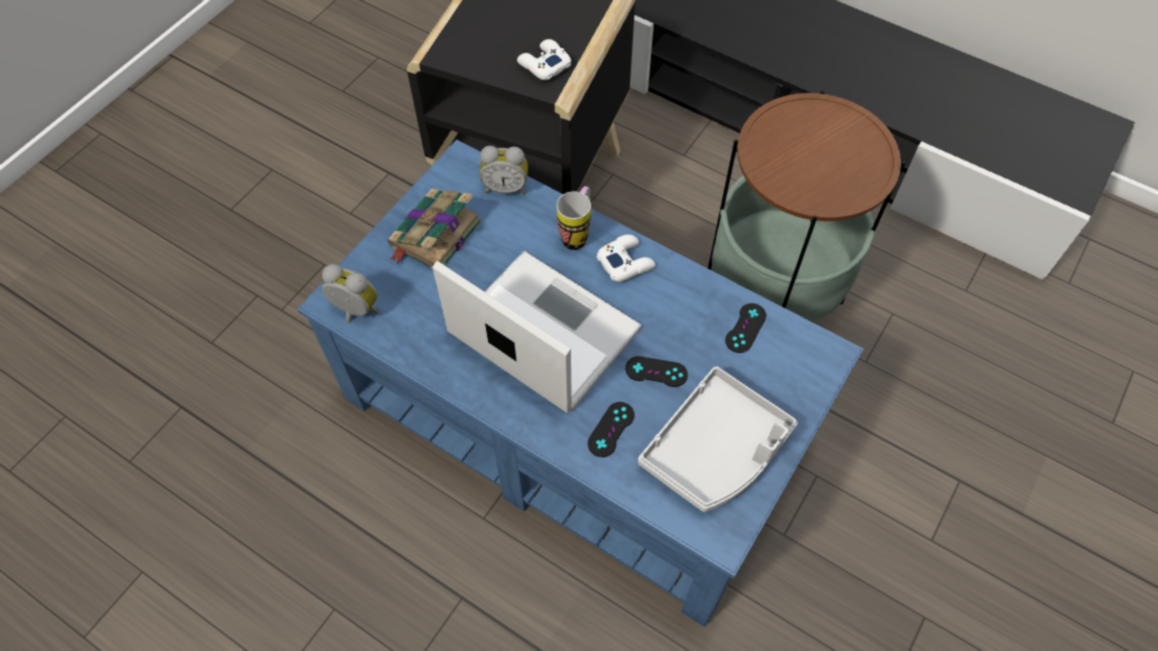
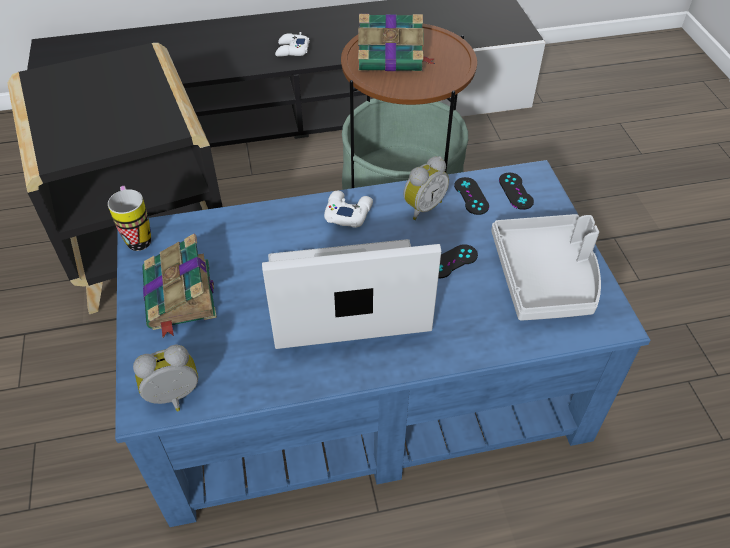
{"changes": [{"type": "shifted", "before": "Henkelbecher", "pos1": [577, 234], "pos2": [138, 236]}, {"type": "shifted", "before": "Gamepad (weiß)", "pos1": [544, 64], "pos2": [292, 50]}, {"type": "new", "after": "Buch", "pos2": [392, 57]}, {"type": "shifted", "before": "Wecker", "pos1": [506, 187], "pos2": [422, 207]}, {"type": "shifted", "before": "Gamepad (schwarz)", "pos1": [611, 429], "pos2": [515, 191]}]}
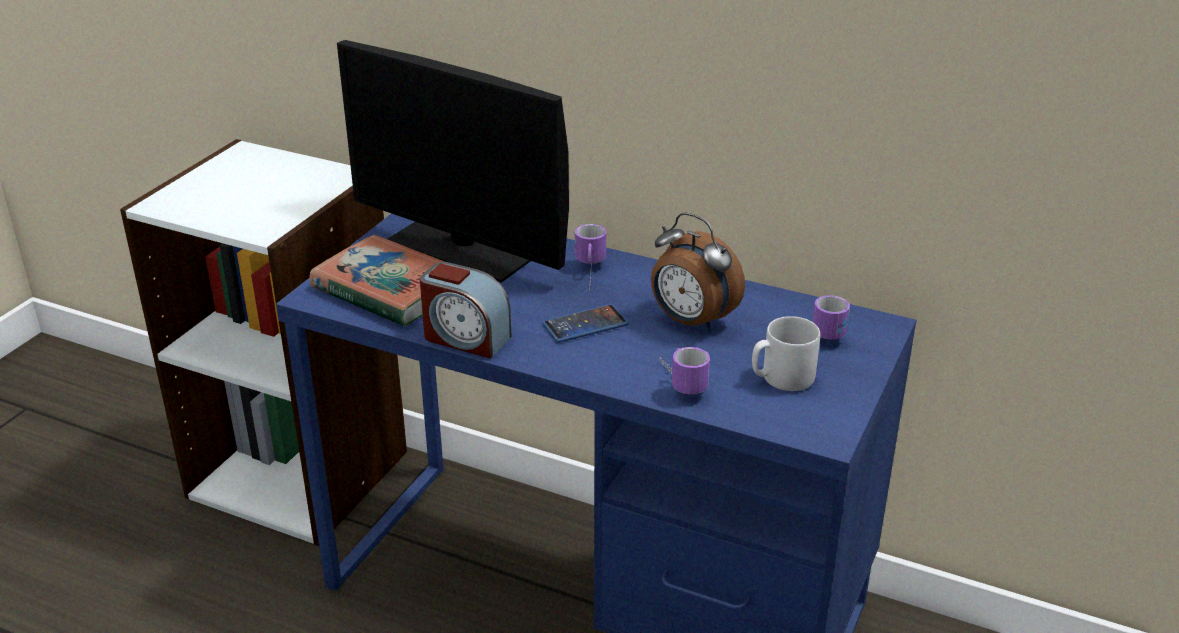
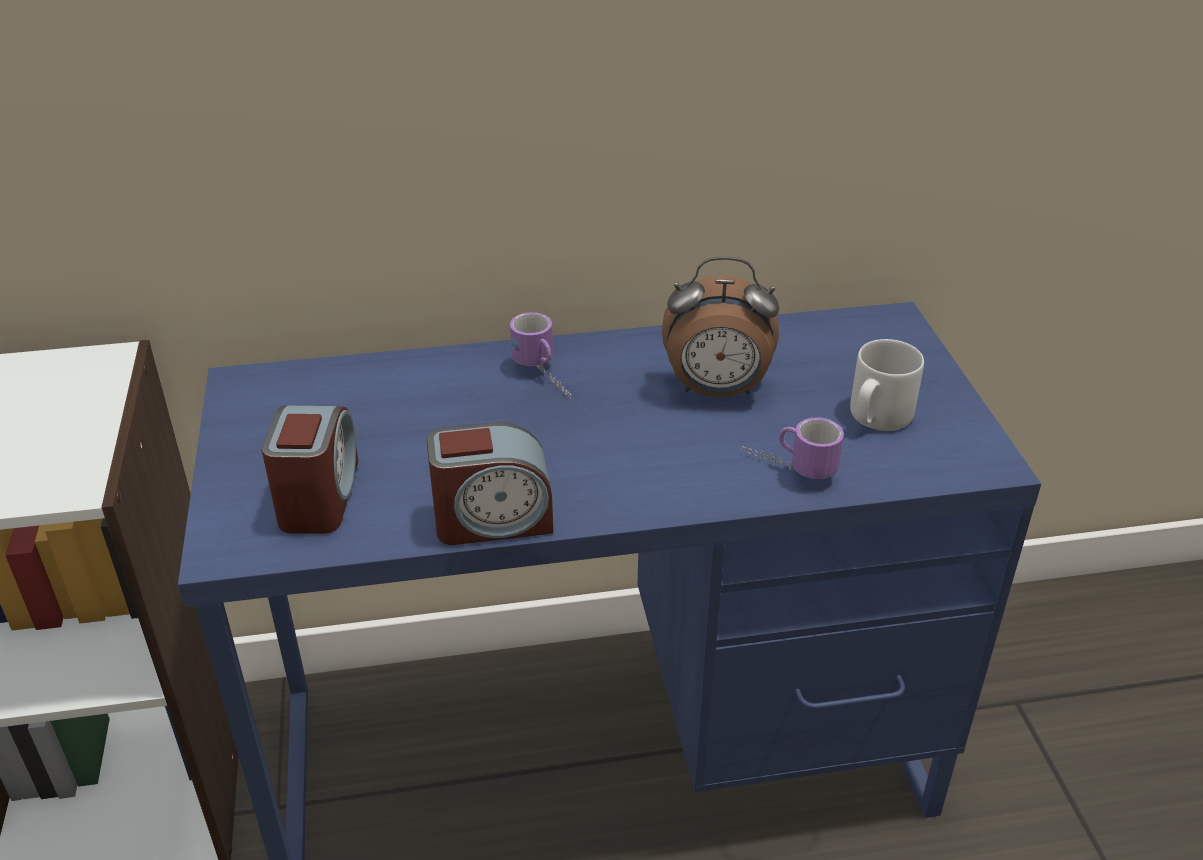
{"changes": [{"type": "swapped", "before": "Buch", "after": "Wecker", "pos1": [388, 289], "pos2": [319, 496]}, {"type": "gone", "before": "Monitor", "pos1": [462, 248]}, {"type": "gone", "before": "Handy", "pos1": [585, 324]}, {"type": "gone", "before": "Henkelbecher", "pos1": [836, 330]}]}
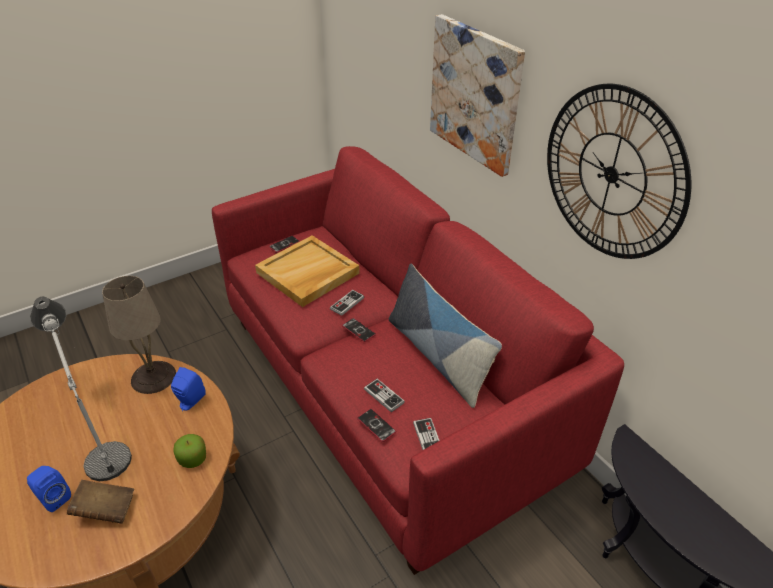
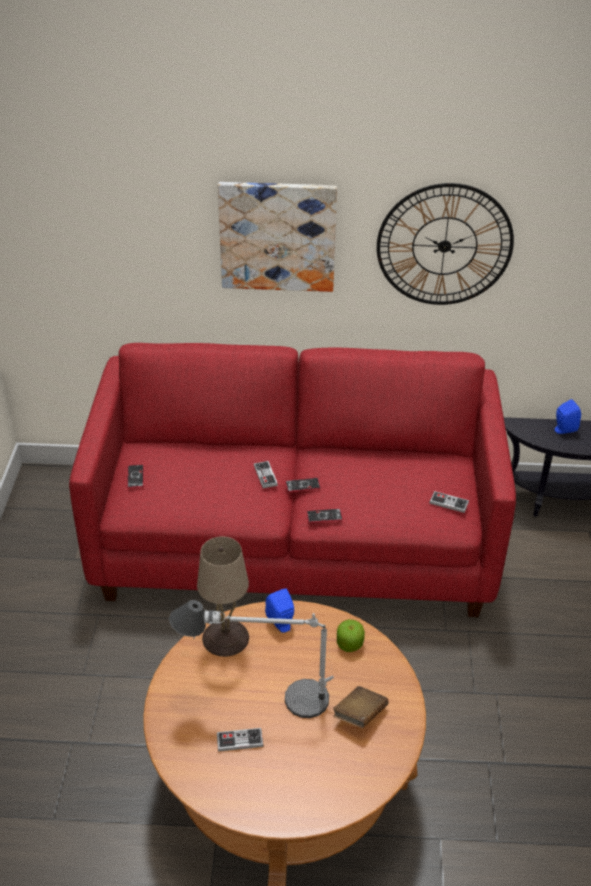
{"changes": [{"type": "shifted", "before": "Gamepad", "pos1": [384, 396], "pos2": [239, 740]}, {"type": "shifted", "before": "Handy", "pos1": [376, 425], "pos2": [324, 516]}, {"type": "shifted", "before": "Lautsprecher (blau)", "pos1": [53, 498], "pos2": [563, 429]}, {"type": "gone", "before": "Tablett (beige)", "pos1": [307, 273]}, {"type": "gone", "before": "Kissen", "pos1": [438, 356]}]}
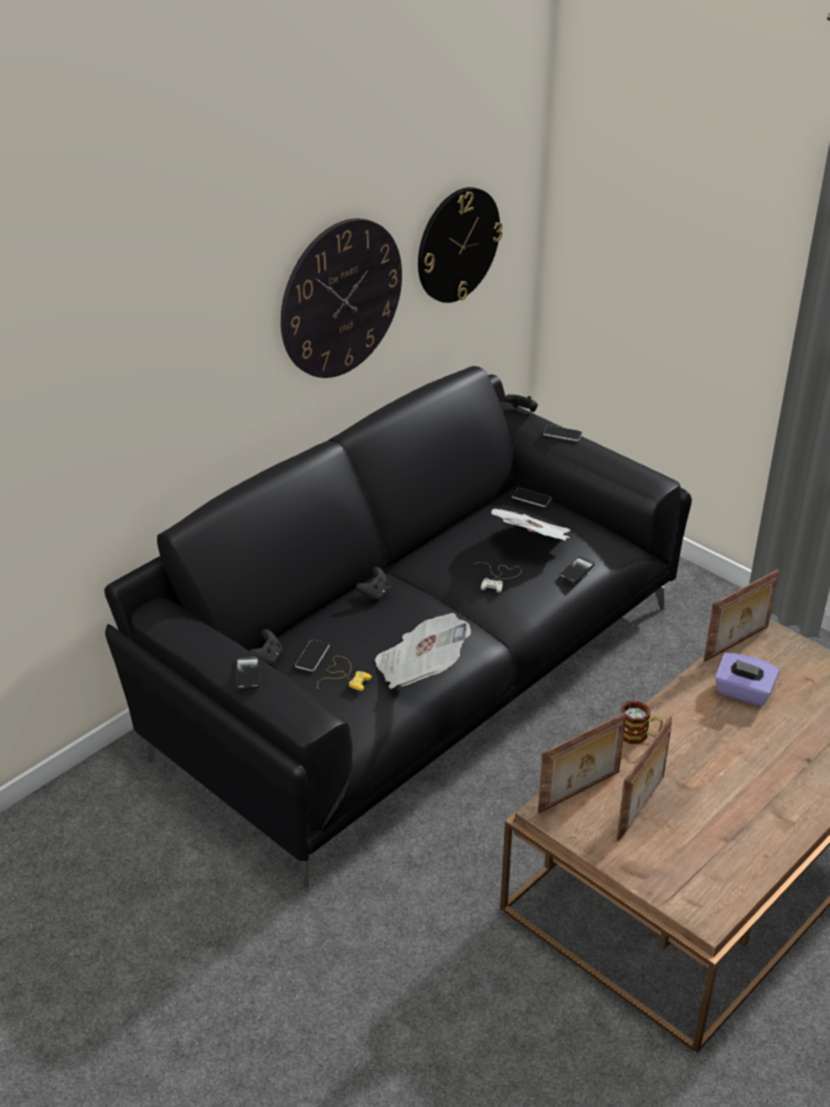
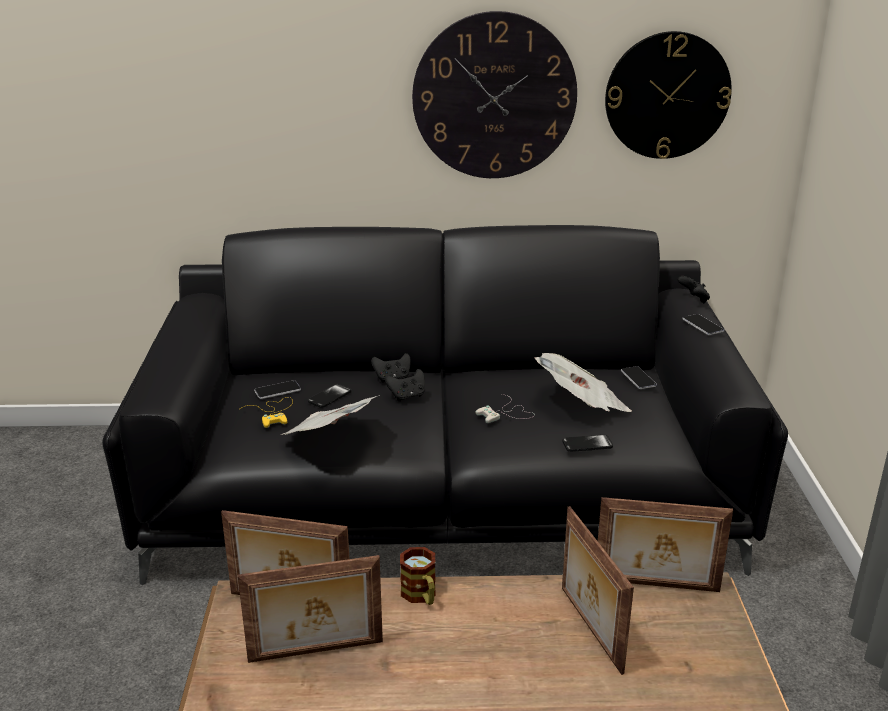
{"changes": [{"type": "shifted", "before": "Handy", "pos1": [248, 674], "pos2": [329, 397]}, {"type": "shifted", "before": "Gamepad (schwarz)", "pos1": [267, 658], "pos2": [407, 396]}, {"type": "swapped", "before": "Taschentuchbox (lila)", "after": "Bilderrahmen", "pos1": [743, 692], "pos2": [589, 629]}]}
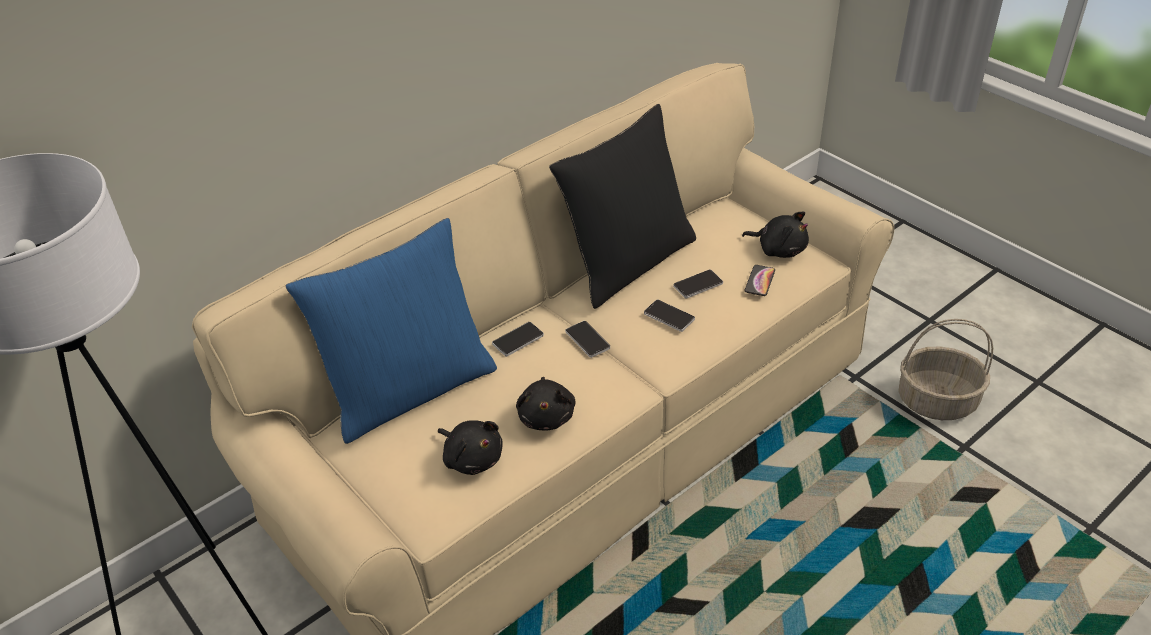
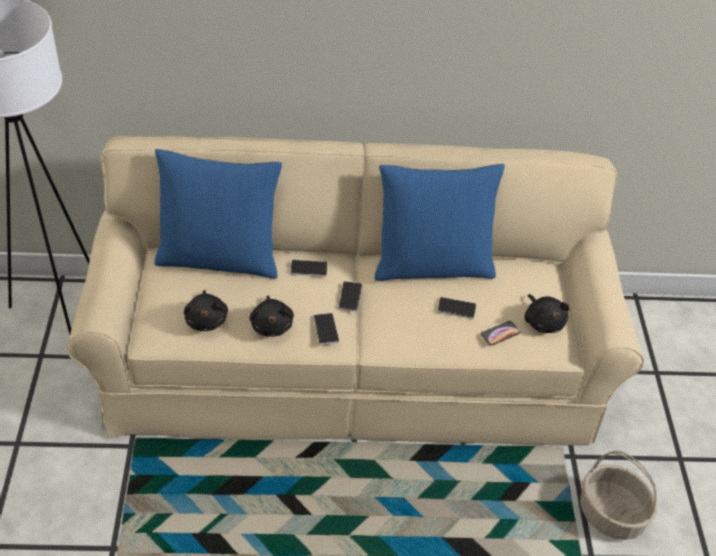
{"changes": [{"type": "rotated", "before": "Plüschtier (schwarz)", "pos1": [546, 416], "pos2": [272, 325], "turn": -45}, {"type": "shifted", "before": "Handy", "pos1": [669, 316], "pos2": [326, 329]}, {"type": "repainted", "before": "Kissen (schwarz)", "after": "Kissen (blau)", "pos1": [628, 262], "pos2": [432, 264]}]}
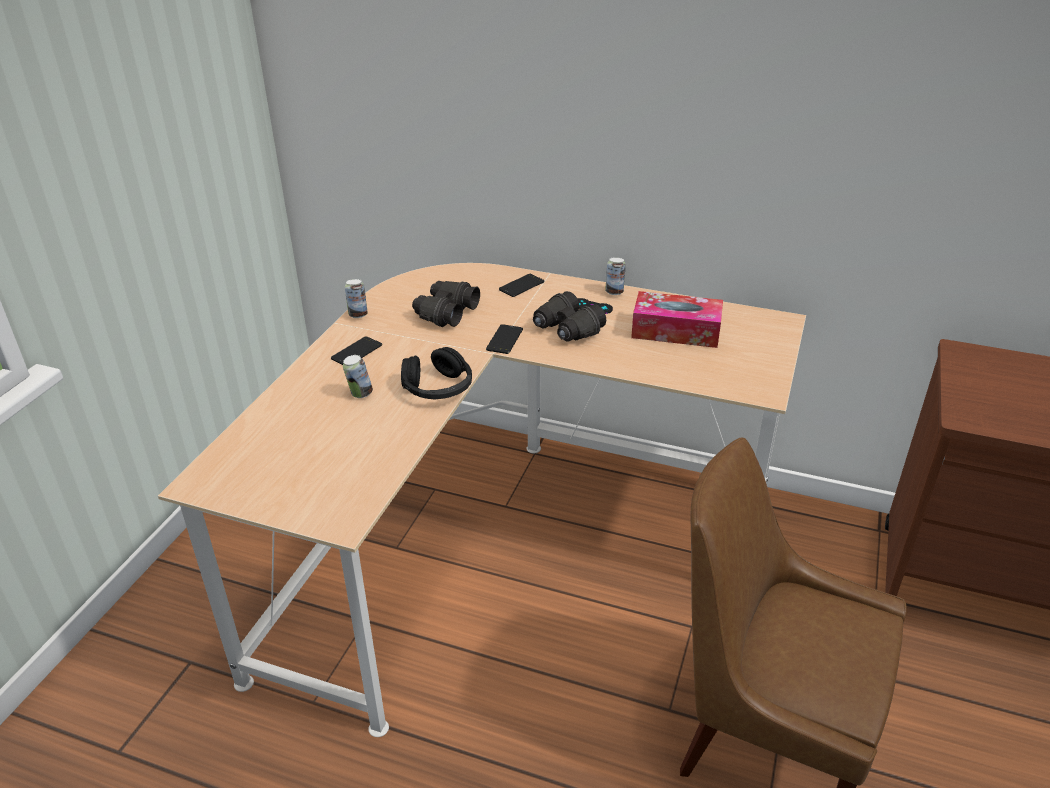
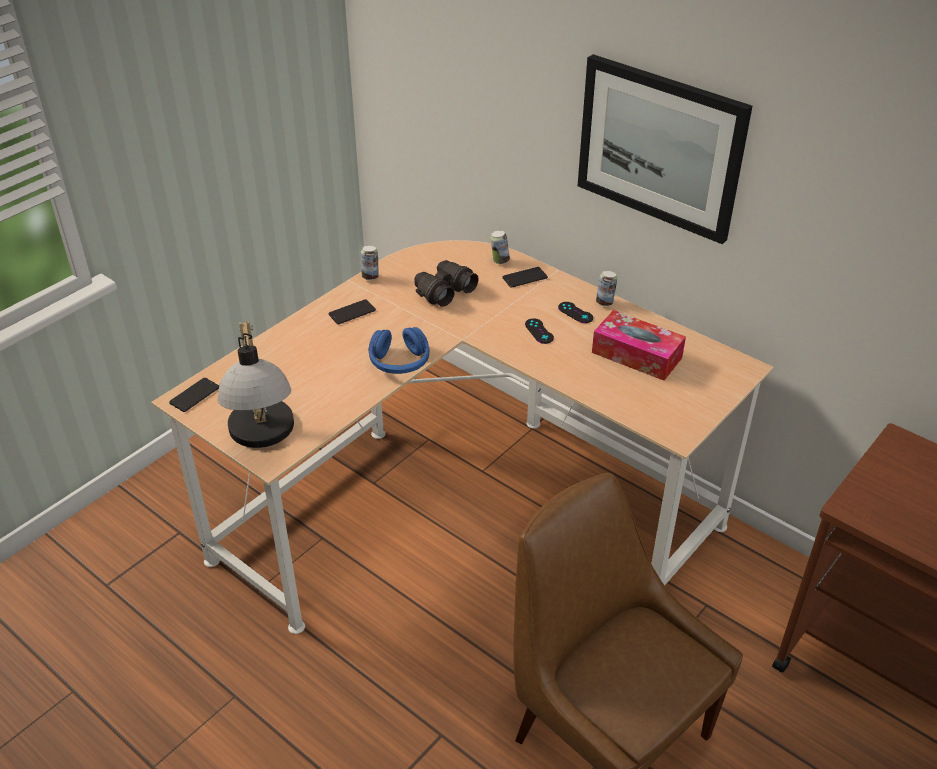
{"changes": [{"type": "shifted", "before": "Handy", "pos1": [504, 339], "pos2": [194, 395]}, {"type": "new", "after": "Tischlampe", "pos2": [263, 438]}, {"type": "repainted", "before": "Kopfhörer (schwarz)", "after": "Kopfhörer (blau)", "pos1": [438, 388], "pos2": [399, 362]}, {"type": "shifted", "before": "Dose", "pos1": [360, 394], "pos2": [499, 261]}, {"type": "swapped", "before": "Fernglas (schwarz)", "after": "Gamepad (schwarz)", "pos1": [566, 329], "pos2": [539, 331]}, {"type": "new", "after": "Bild", "pos2": [660, 147]}]}
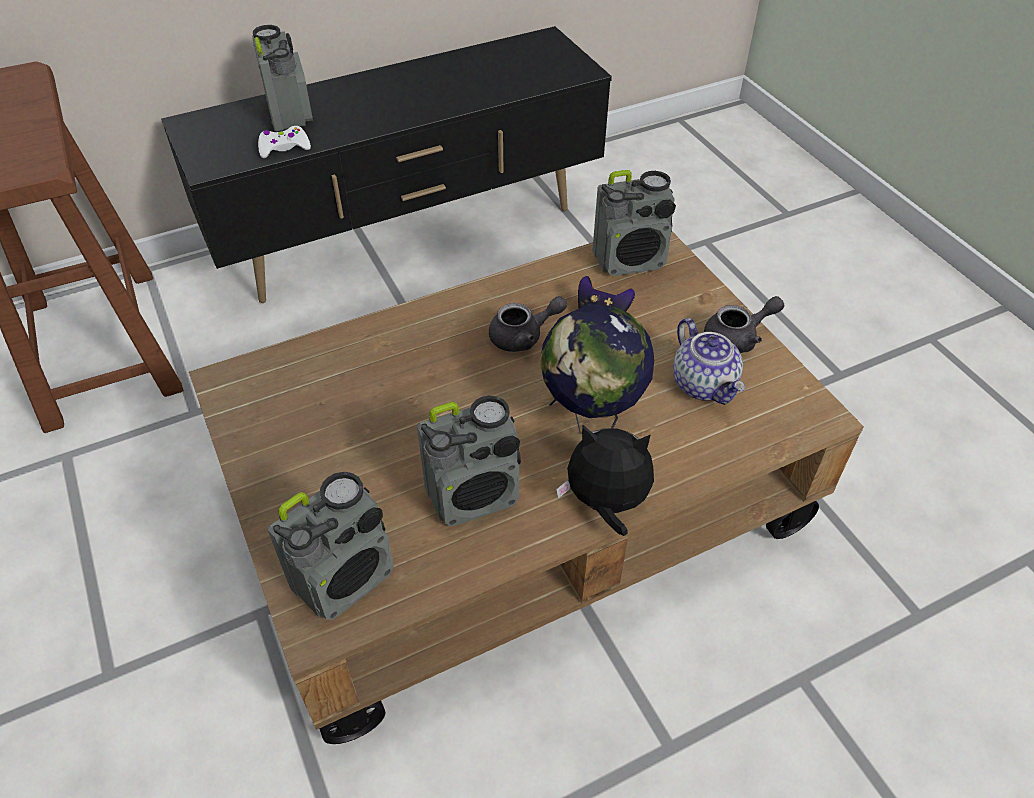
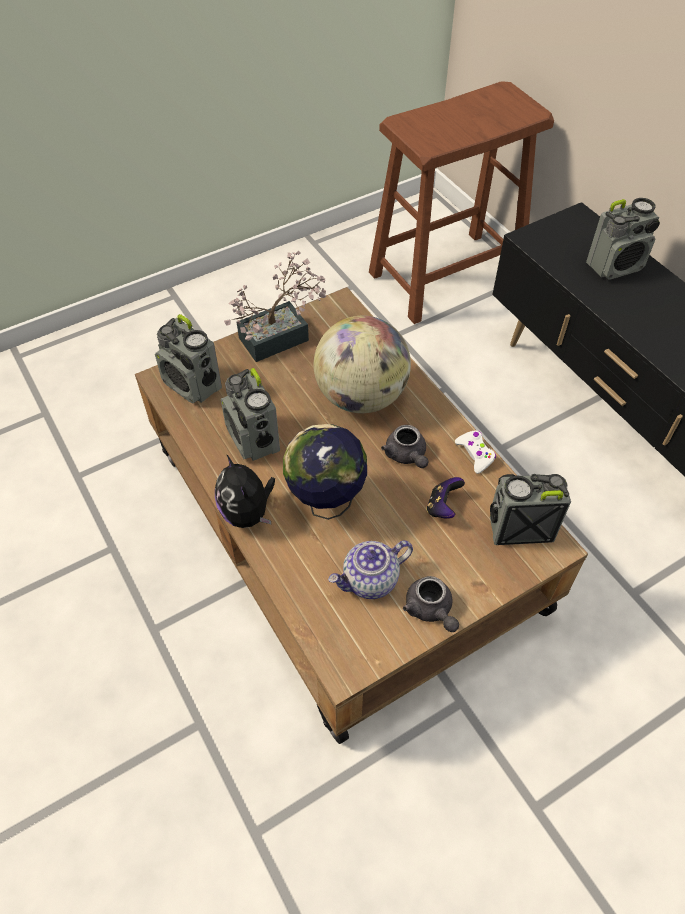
{"changes": [{"type": "rotated", "before": "Plüschtier", "pos1": [606, 504], "pos2": [248, 513], "turn": 150}, {"type": "new", "after": "Topfpflanze", "pos2": [281, 336]}, {"type": "new", "after": "Globus", "pos2": [361, 396]}, {"type": "shifted", "before": "Gamepad (weiß)", "pos1": [284, 148], "pos2": [475, 454]}, {"type": "rotated", "before": "Radio", "pos1": [630, 260], "pos2": [519, 527], "turn": 105}]}
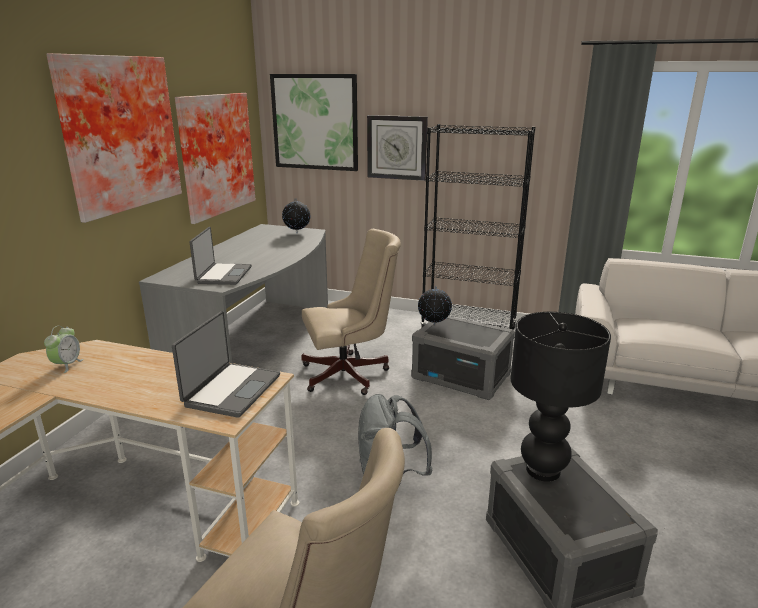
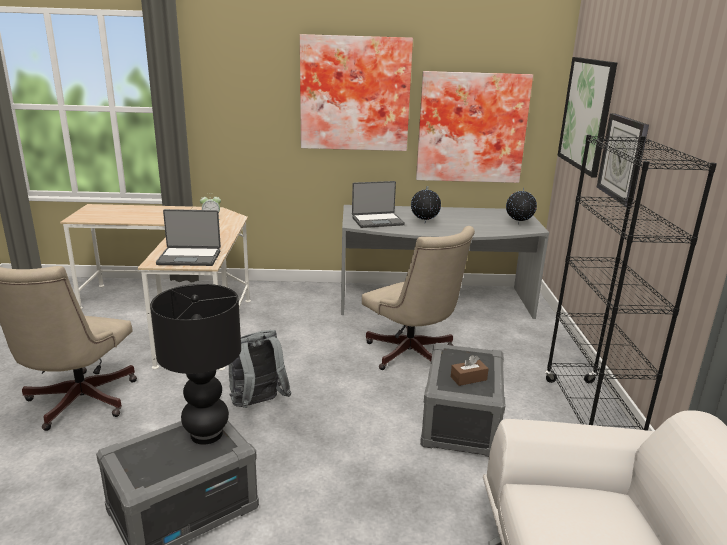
{"changes": [{"type": "shifted", "before": "Globus", "pos1": [434, 325], "pos2": [424, 223]}, {"type": "new", "after": "Taschentuchbox (braun)", "pos2": [468, 378]}]}
